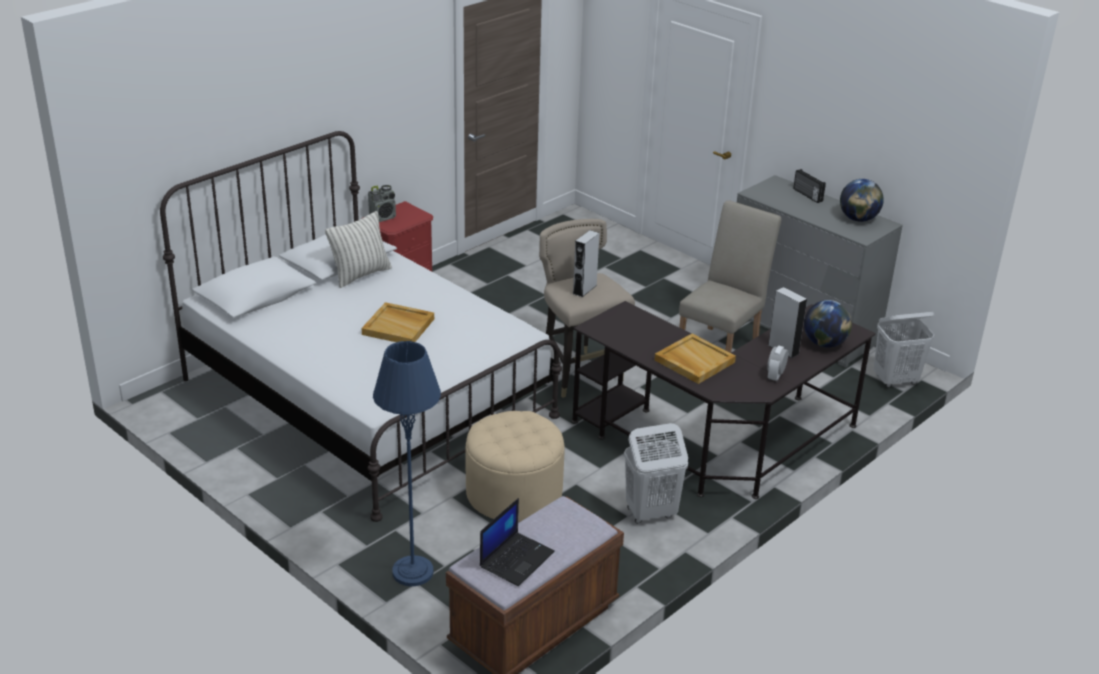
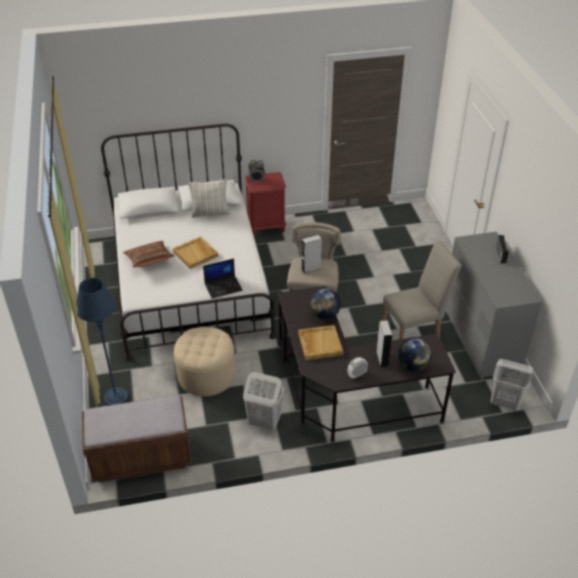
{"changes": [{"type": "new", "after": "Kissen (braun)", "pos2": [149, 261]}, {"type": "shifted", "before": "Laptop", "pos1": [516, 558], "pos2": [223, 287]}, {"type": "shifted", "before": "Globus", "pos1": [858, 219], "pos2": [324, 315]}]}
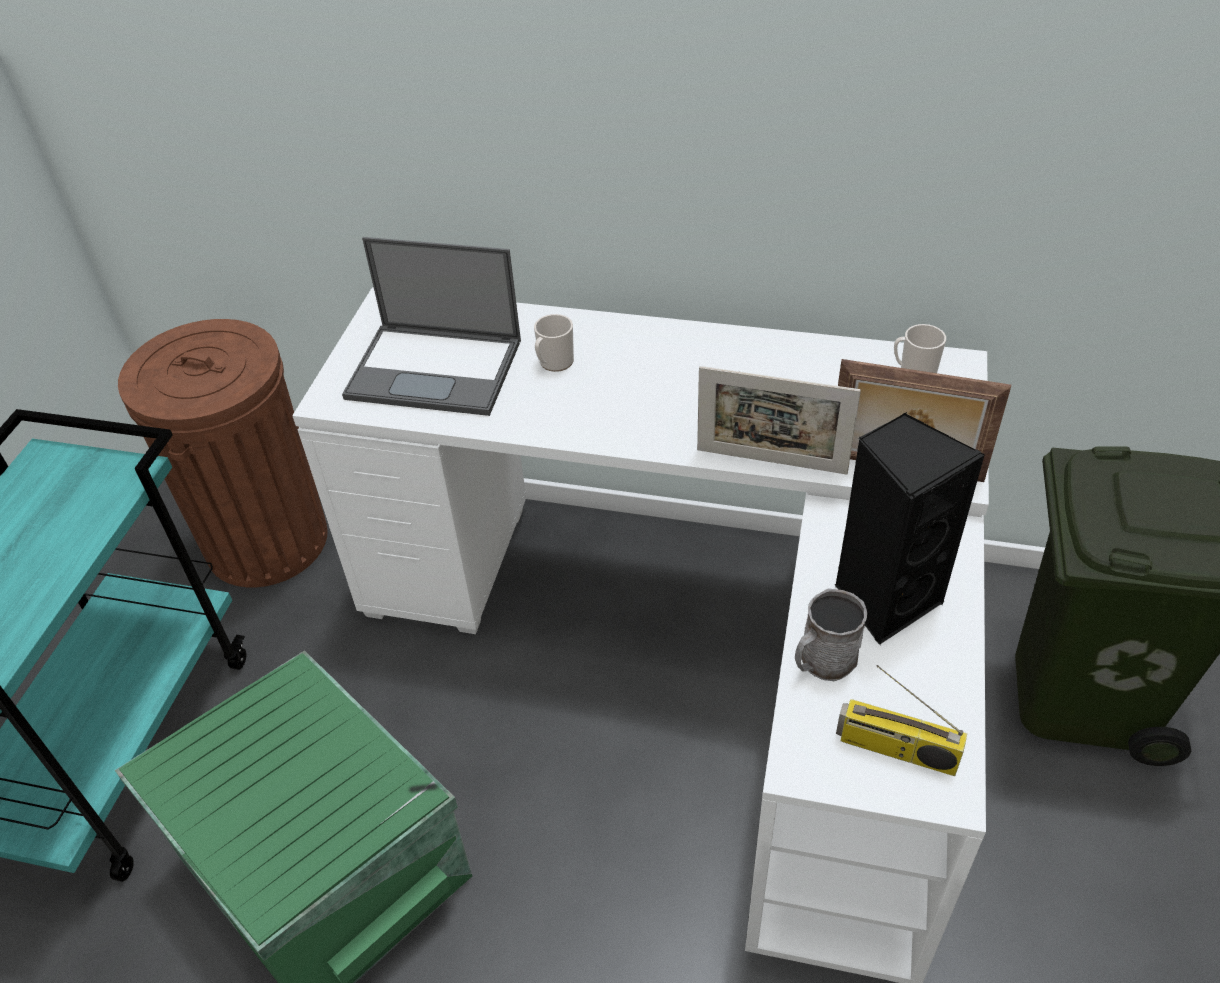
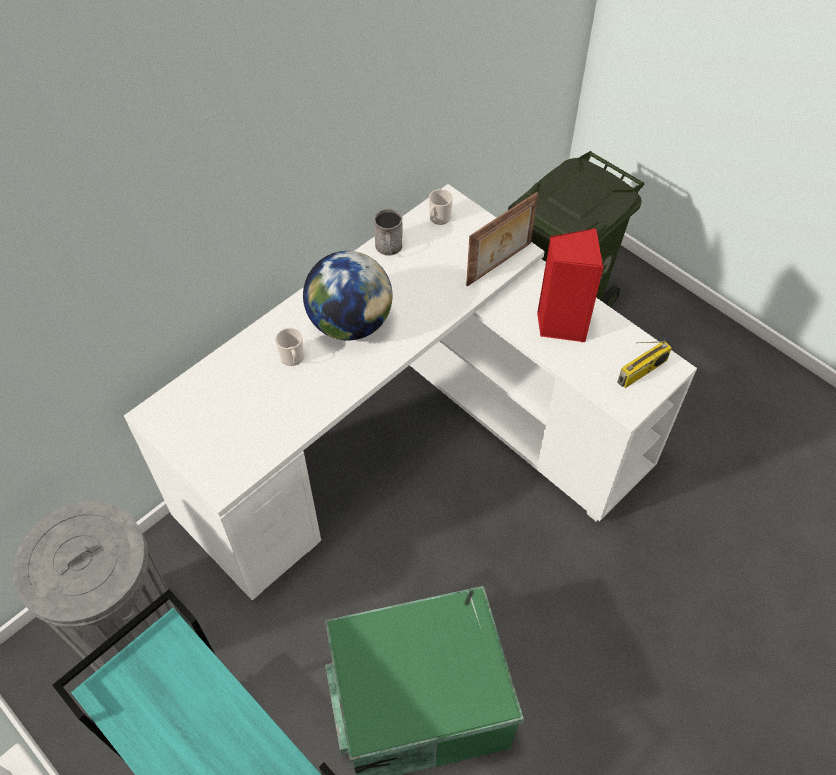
{"changes": [{"type": "repainted", "before": "Mülleimer (braun)", "after": "Mülleimer (grau)", "pos1": [267, 541], "pos2": [133, 633]}, {"type": "new", "after": "Globus", "pos2": [350, 323]}, {"type": "shifted", "before": "Henkelbecher (grau)", "pos1": [822, 662], "pos2": [389, 248]}, {"type": "repainted", "before": "Lautsprecher (schwarz)", "after": "Lautsprecher (rot)", "pos1": [884, 599], "pos2": [561, 324]}, {"type": "gone", "before": "Laptop", "pos1": [437, 369]}, {"type": "gone", "before": "Bilderrahmen", "pos1": [771, 461]}]}
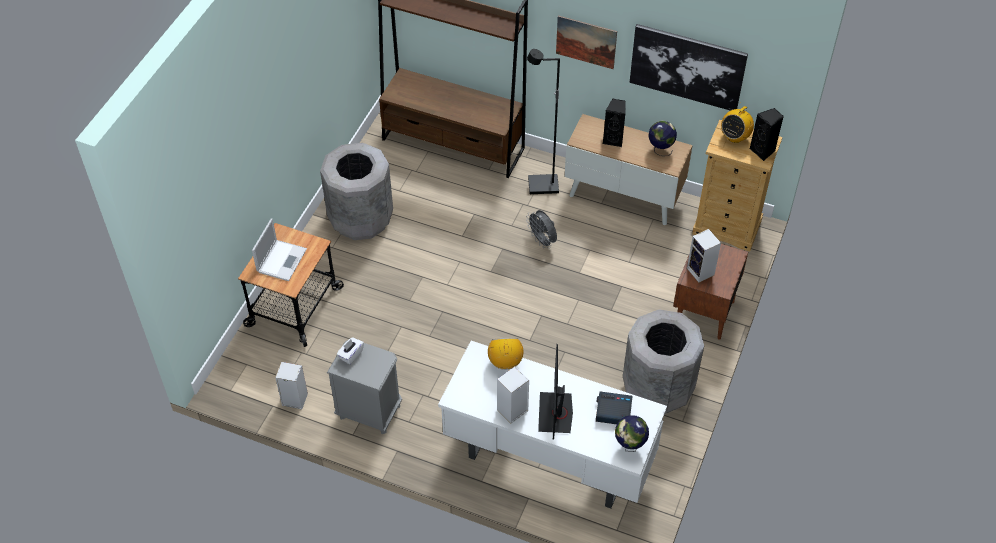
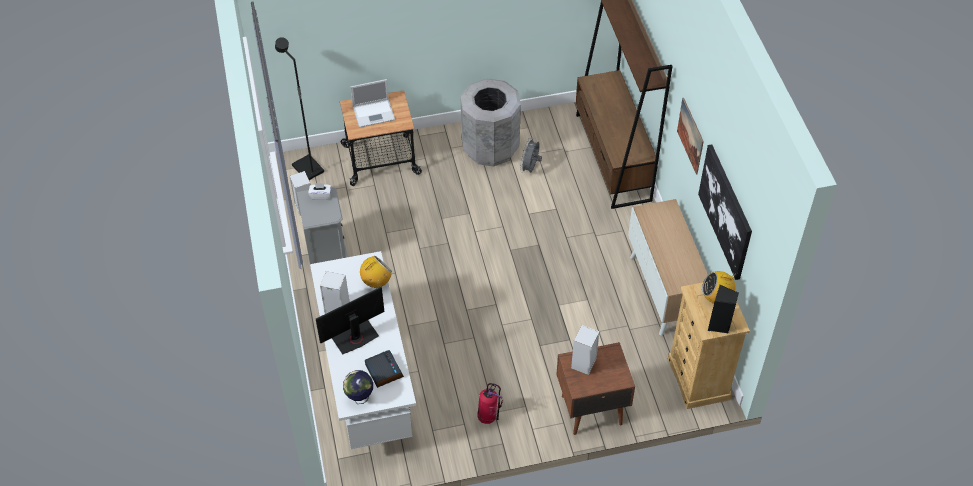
{"changes": [{"type": "shifted", "before": "Stehlampe (schwarz)", "pos1": [543, 186], "pos2": [307, 169]}, {"type": "swapped", "before": "Mülleimer (grau)", "after": "Feuerlöscher", "pos1": [657, 389], "pos2": [488, 417]}, {"type": "shifted", "before": "Ventilator (grau)", "pos1": [542, 241], "pos2": [530, 168]}, {"type": "gone", "before": "Lautsprecher (schwarz)", "pos1": [614, 139]}, {"type": "gone", "before": "Globus", "pos1": [660, 150]}]}
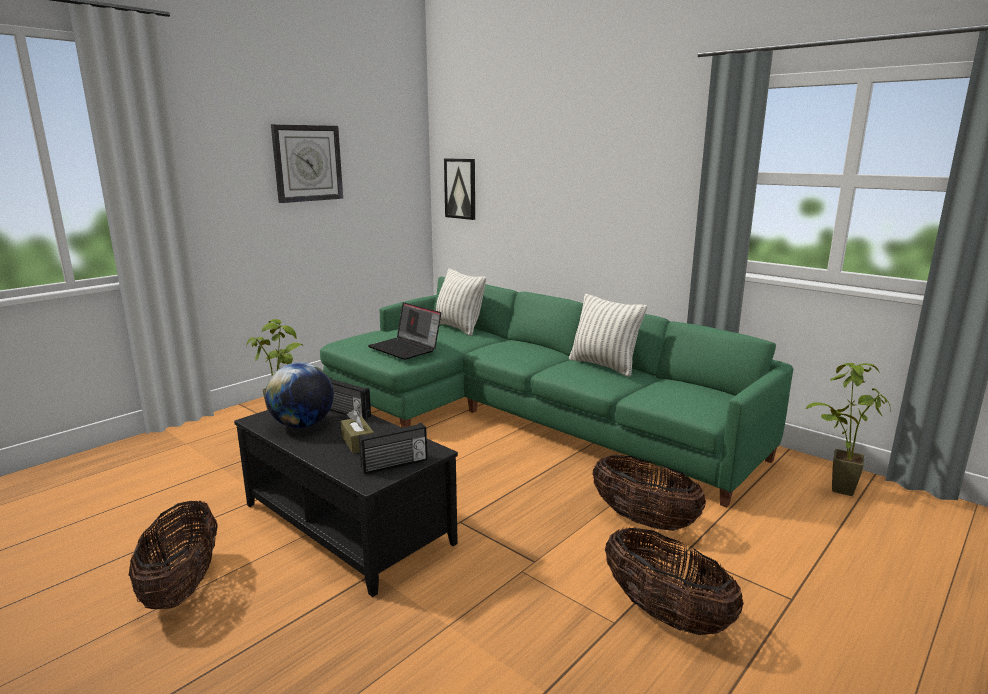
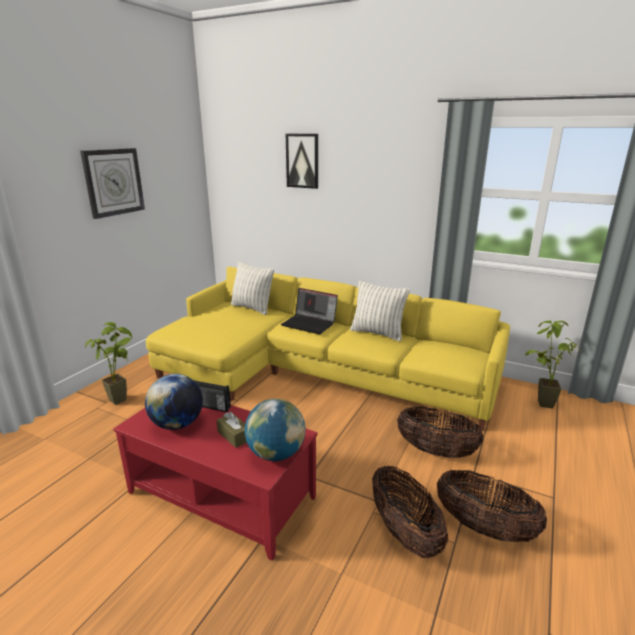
{"changes": [{"type": "repainted", "before": "Couchtisch (schwarz)", "after": "Couchtisch (rot)", "pos1": [348, 523], "pos2": [222, 493]}, {"type": "repainted", "before": "Sofa (grün)", "after": "Sofa (gelb)", "pos1": [522, 414], "pos2": [312, 371]}, {"type": "swapped", "before": "Radio", "after": "Globus", "pos1": [395, 465], "pos2": [276, 453]}, {"type": "shifted", "before": "Laptop", "pos1": [406, 348], "pos2": [310, 324]}, {"type": "shifted", "before": "Bild", "pos1": [460, 188], "pos2": [302, 161]}, {"type": "shifted", "before": "Korb", "pos1": [182, 586], "pos2": [404, 532]}]}
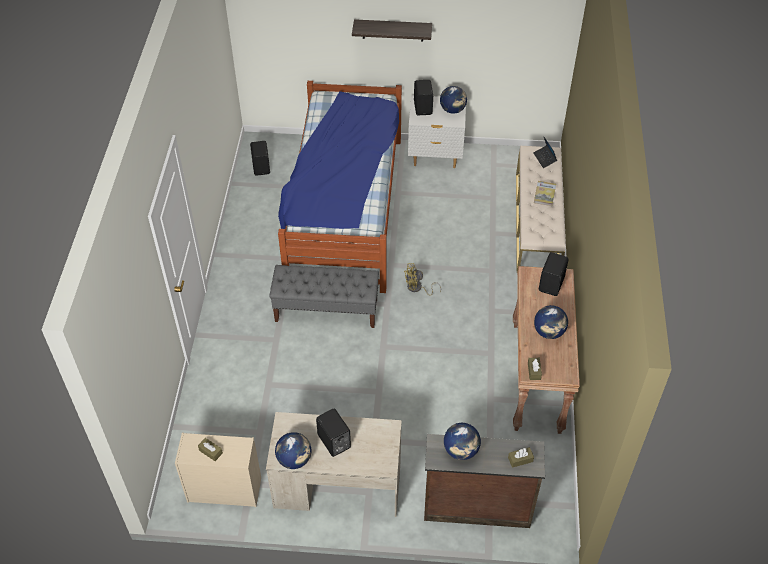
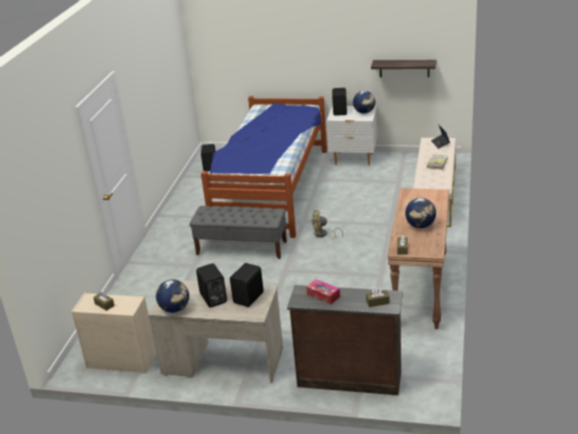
{"changes": [{"type": "shifted", "before": "Lautsprecher (schwarz)", "pos1": [552, 284], "pos2": [249, 298]}, {"type": "swapped", "before": "Globus", "after": "Taschentuchbox", "pos1": [461, 450], "pos2": [323, 295]}, {"type": "shifted", "before": "Wandregal", "pos1": [393, 30], "pos2": [404, 68]}]}
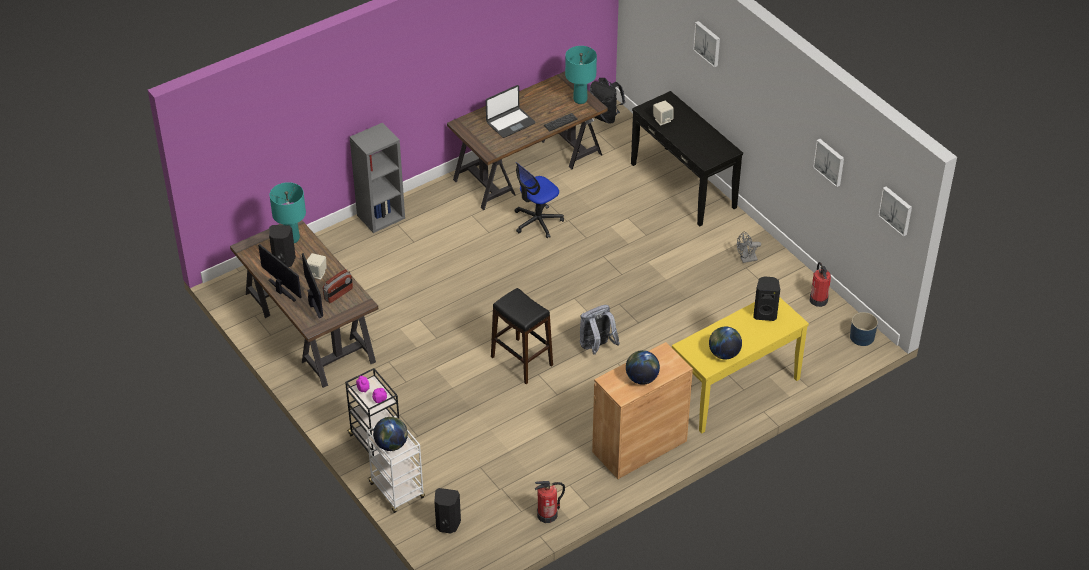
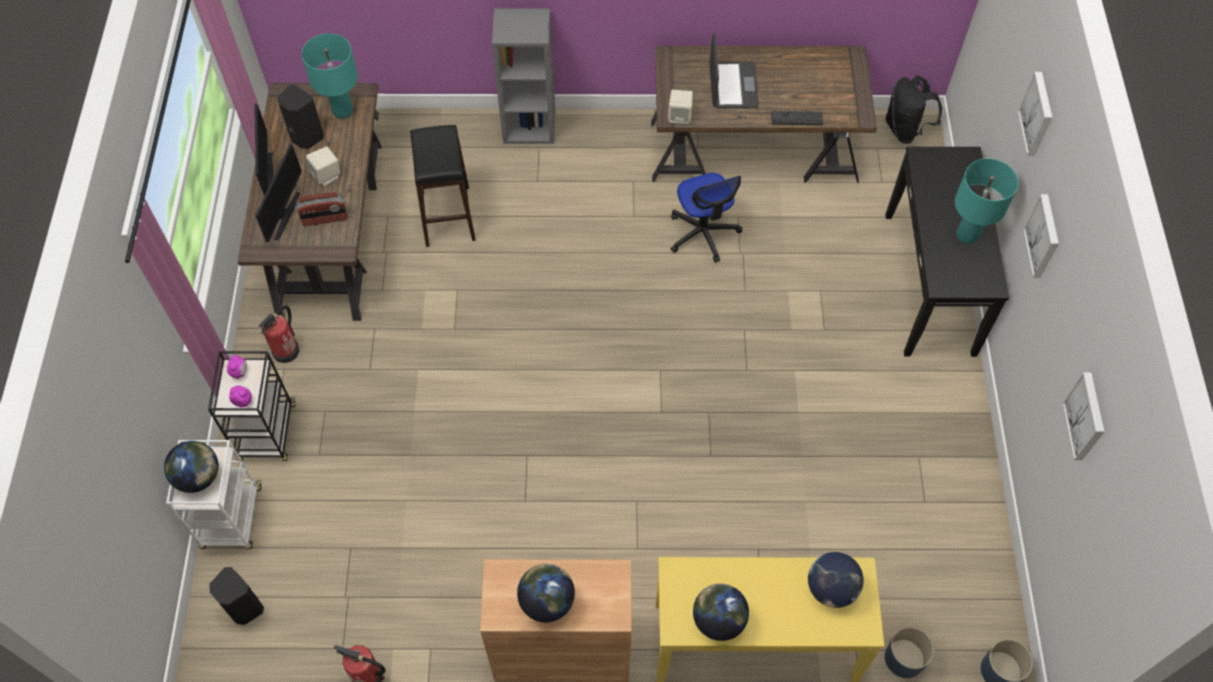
{"changes": [{"type": "shifted", "before": "Feuerlöscher", "pos1": [818, 299], "pos2": [286, 350]}, {"type": "shifted", "before": "Hocker (schwarz)", "pos1": [522, 361], "pos2": [448, 216]}, {"type": "shifted", "before": "Lautsprecher (beige)", "pos1": [662, 120], "pos2": [679, 116]}, {"type": "rotated", "before": "Bürostuhl", "pos1": [537, 221], "pos2": [703, 233], "turn": -105}, {"type": "rotated", "before": "Laptop", "pos1": [510, 123], "pos2": [732, 86], "turn": -90}, {"type": "swapped", "before": "Lautsprecher (schwarz)", "after": "Globus", "pos1": [765, 314], "pos2": [831, 588]}, {"type": "new", "after": "Pflanzkübel (blau)", "pos2": [904, 658]}, {"type": "shifted", "before": "Tischlampe (türkis)", "pos1": [580, 100], "pos2": [967, 235]}, {"type": "shifted", "before": "Bild", "pos1": [896, 210], "pos2": [1044, 236]}, {"type": "gone", "before": "Rucksack (grau)", "pos1": [596, 347]}, {"type": "gone", "before": "Ventilator (grau)", "pos1": [746, 259]}]}
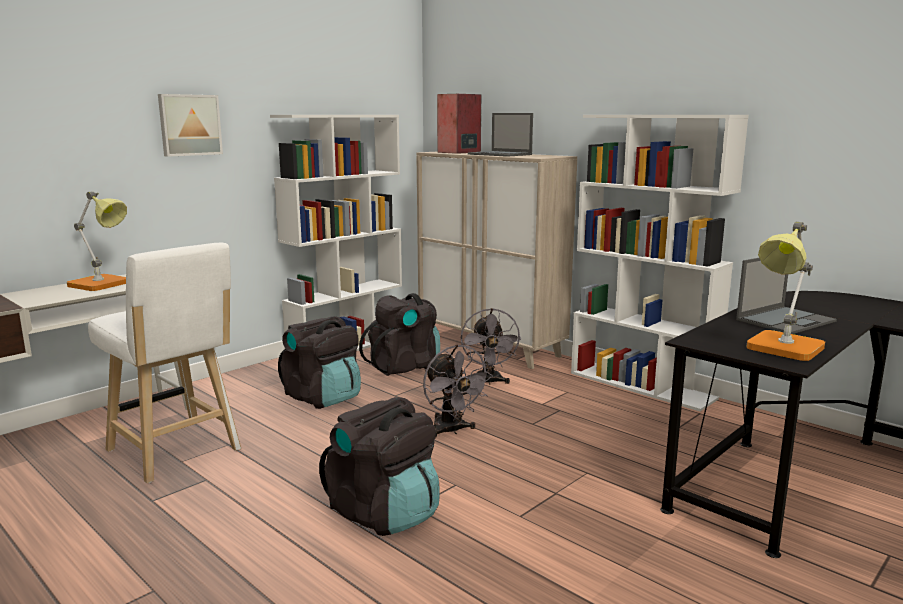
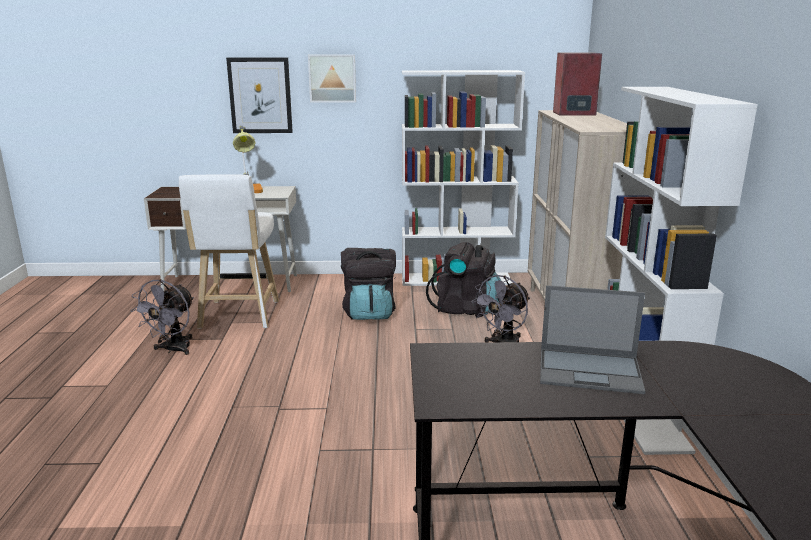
{"changes": [{"type": "shifted", "before": "Ventilator (grau)", "pos1": [452, 431], "pos2": [173, 350]}, {"type": "new", "after": "Bild", "pos2": [260, 95]}, {"type": "gone", "before": "Rucksack (schwarz)", "pos1": [384, 513]}, {"type": "gone", "before": "Laptop", "pos1": [500, 154]}, {"type": "gone", "before": "Tischlampe", "pos1": [782, 350]}]}
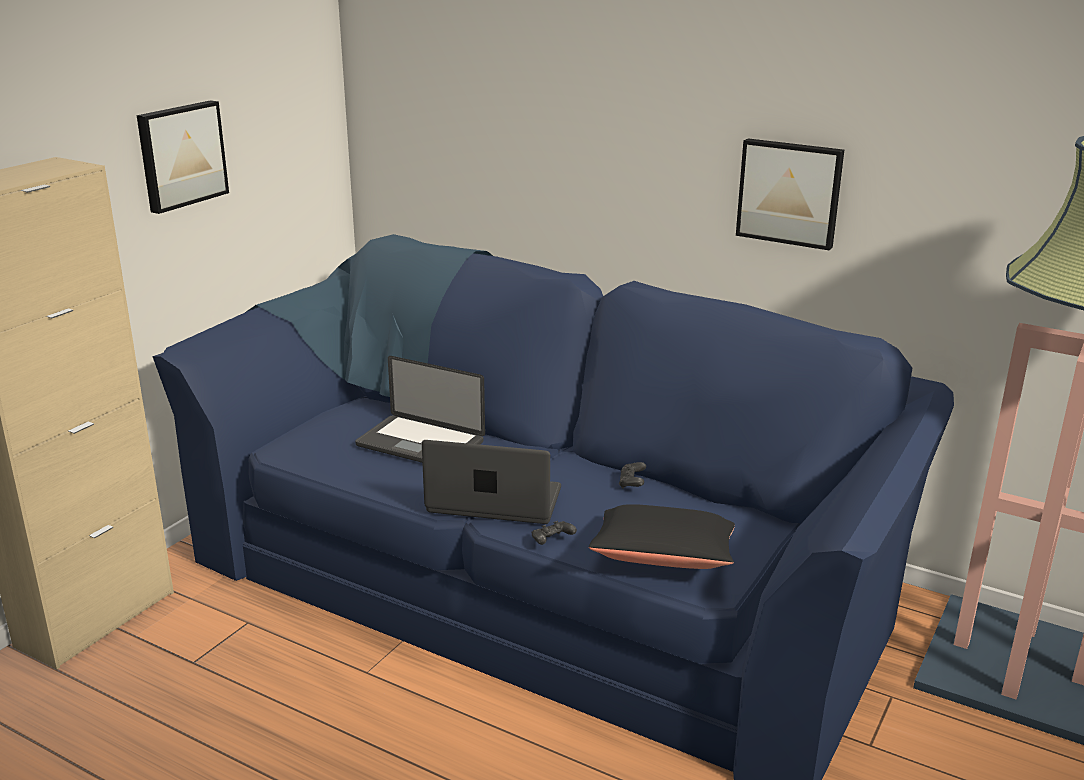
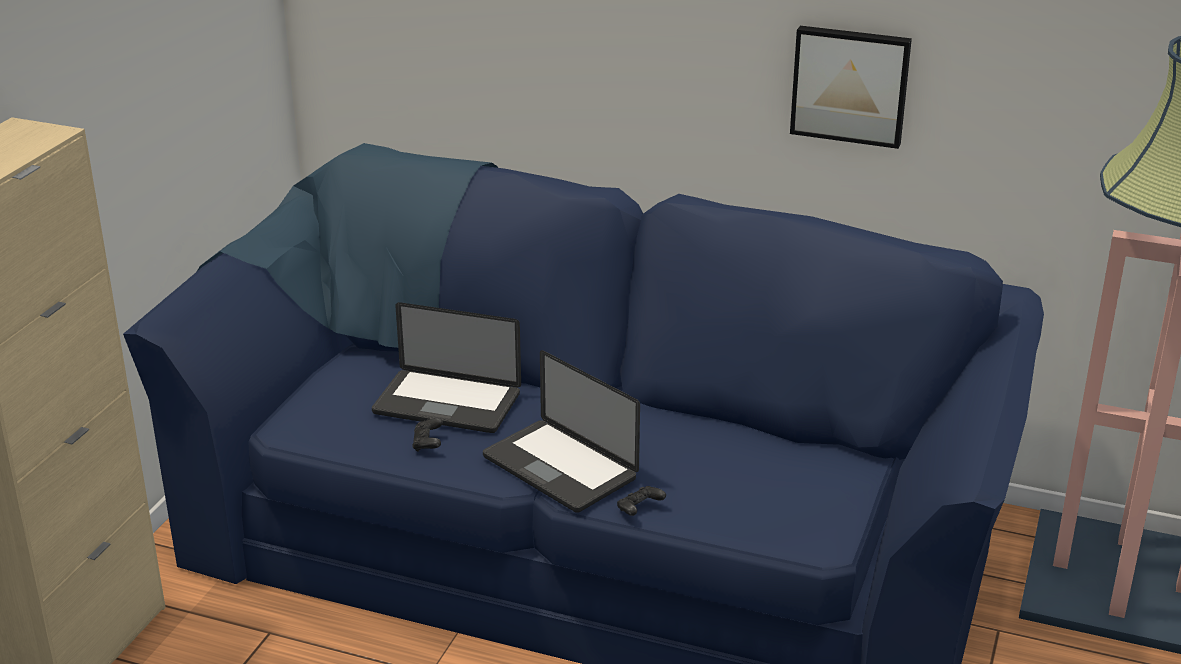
{"changes": [{"type": "shifted", "before": "Gamepad (schwarz)", "pos1": [632, 483], "pos2": [428, 444]}, {"type": "rotated", "before": "Laptop", "pos1": [494, 501], "pos2": [559, 468], "turn": -135}, {"type": "gone", "before": "Bild", "pos1": [181, 155]}, {"type": "gone", "before": "Kissen (schwarz)", "pos1": [663, 559]}]}
